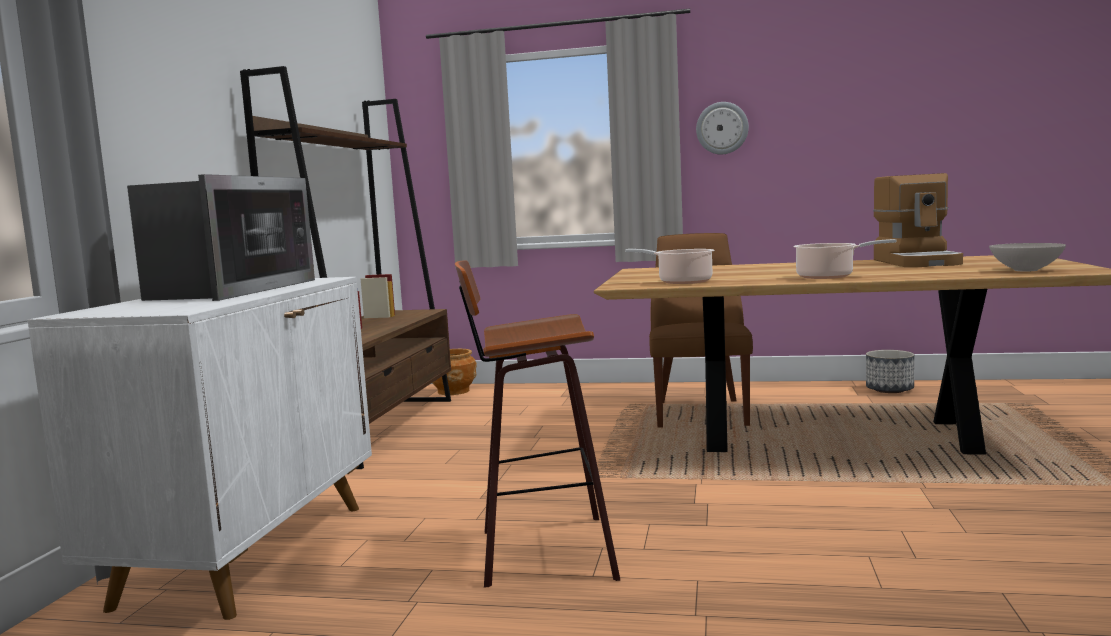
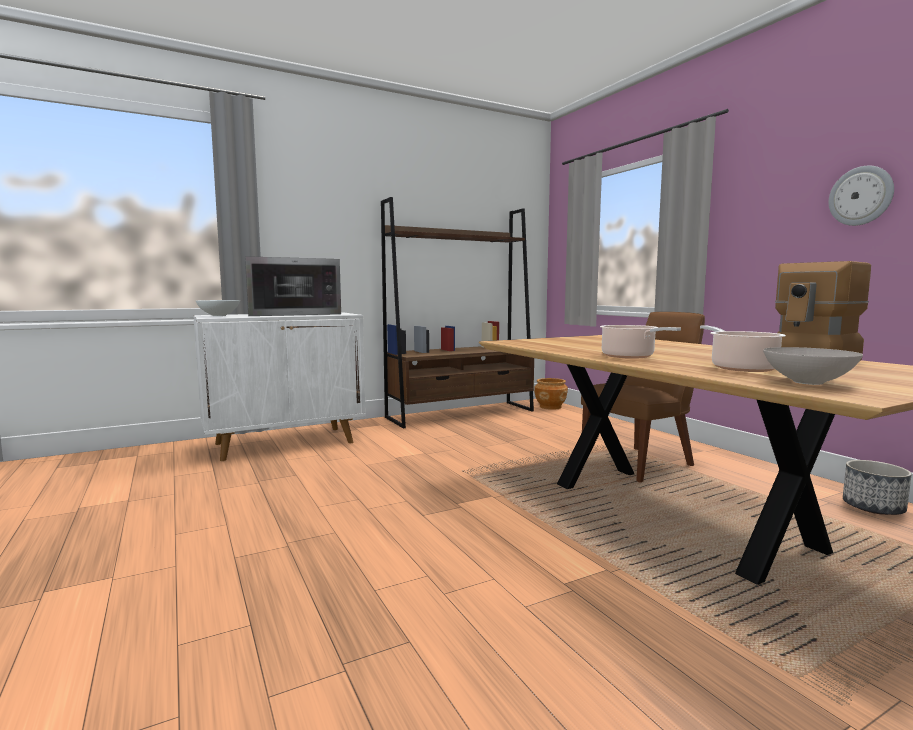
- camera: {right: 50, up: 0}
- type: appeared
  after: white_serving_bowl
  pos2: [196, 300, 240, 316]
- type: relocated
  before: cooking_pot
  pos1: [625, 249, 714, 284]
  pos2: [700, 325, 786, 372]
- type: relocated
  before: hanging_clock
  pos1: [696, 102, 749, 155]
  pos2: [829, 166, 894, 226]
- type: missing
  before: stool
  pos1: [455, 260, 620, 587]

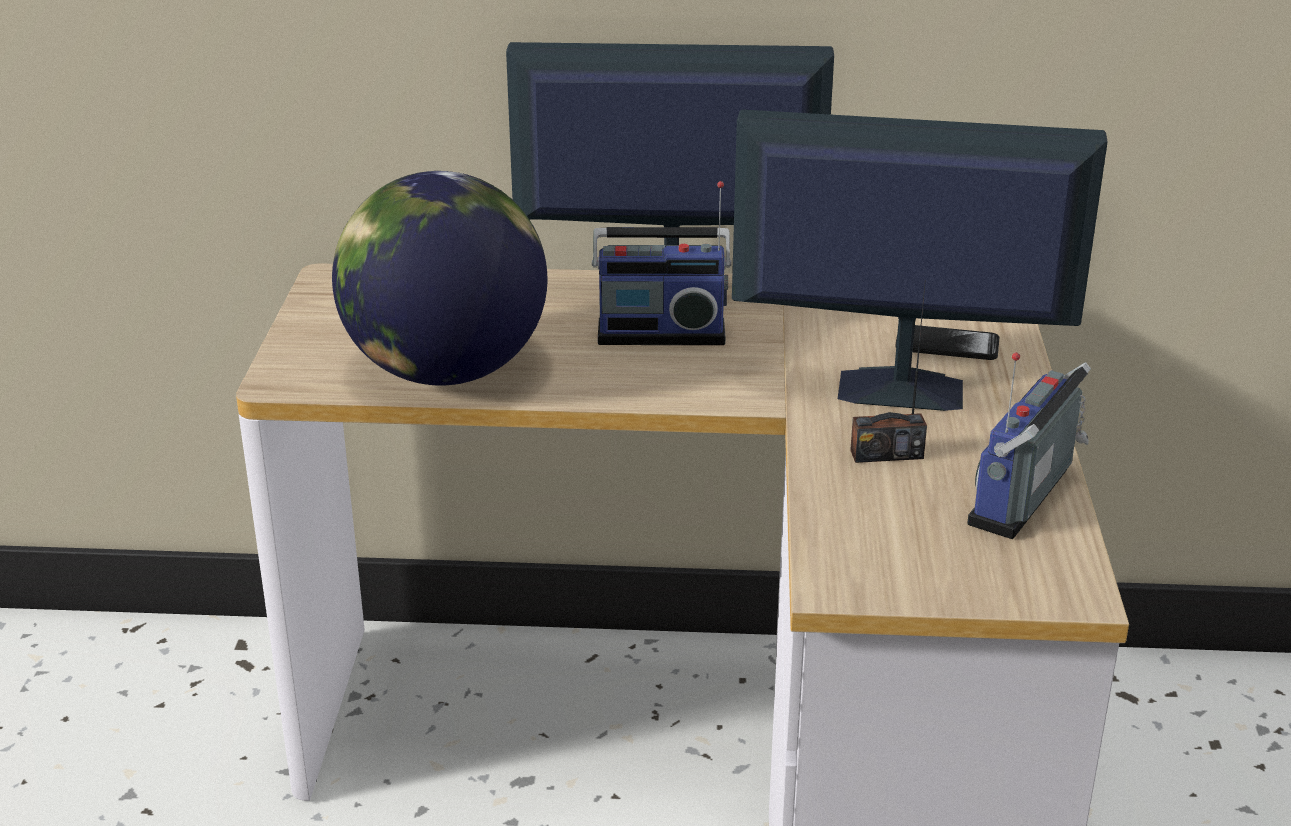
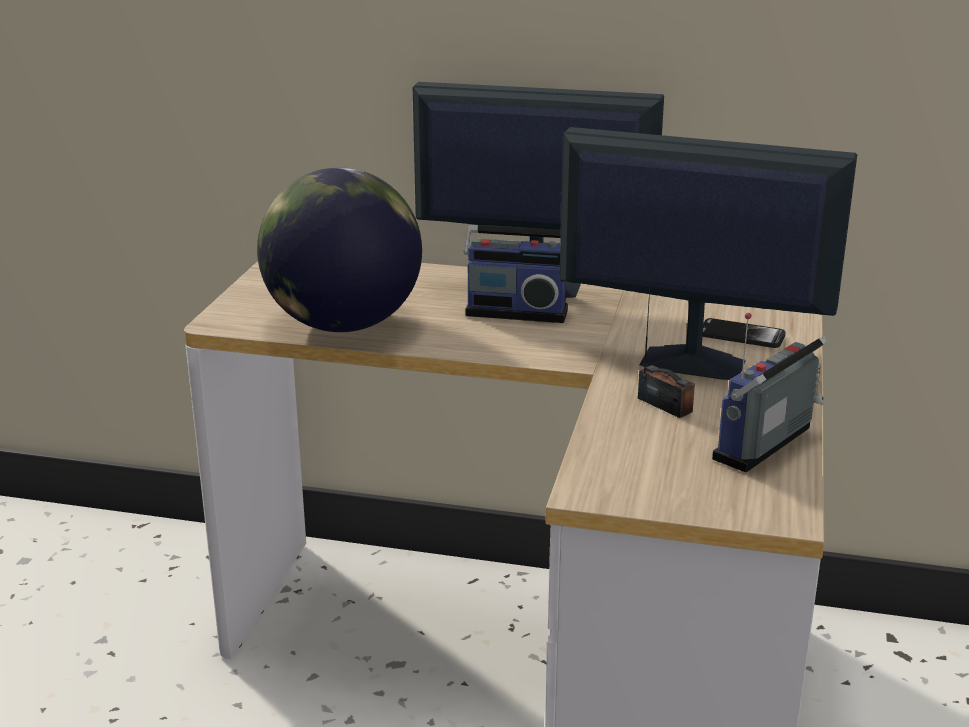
- camera: {right: 10, up: -5}
- type: spun
  before: radio_set
  pos1: [850, 285, 927, 463]
  pos2: [638, 260, 695, 418]
  turn: -135

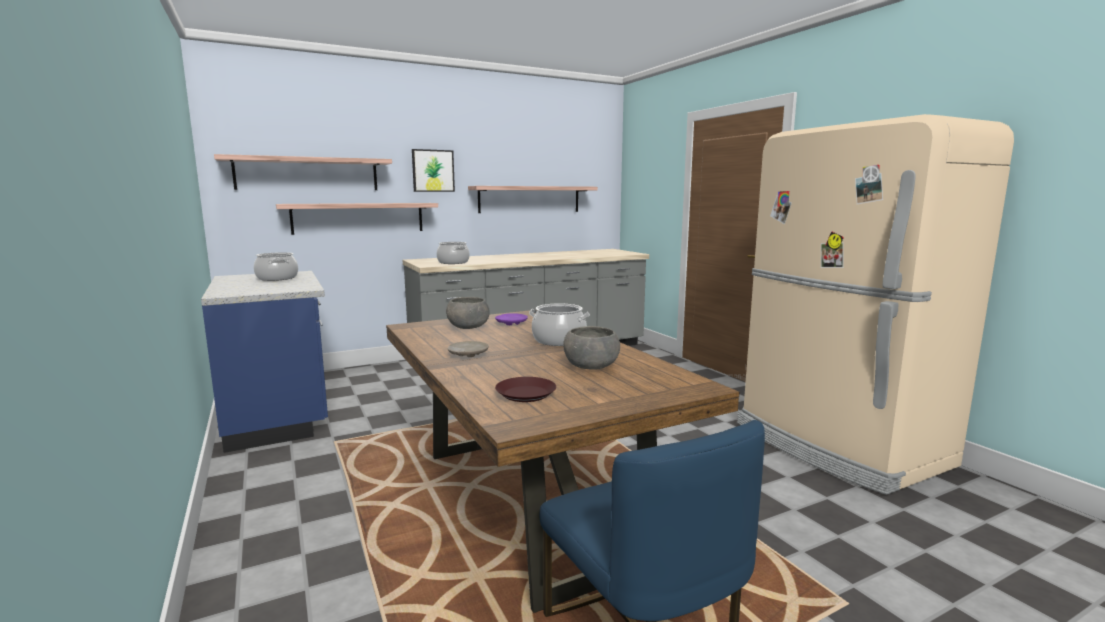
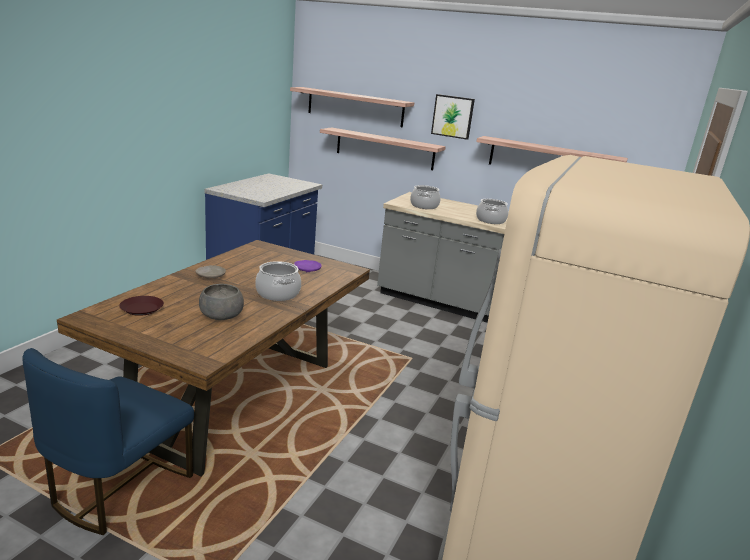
- camera: {right: 50, up: 10}
- type: relocated
  before: cooking_pot
  pos1: [254, 252, 298, 281]
  pos2: [476, 199, 508, 224]
- type: missing
  before: grey_serving_bowl
  pos1: [446, 297, 490, 329]

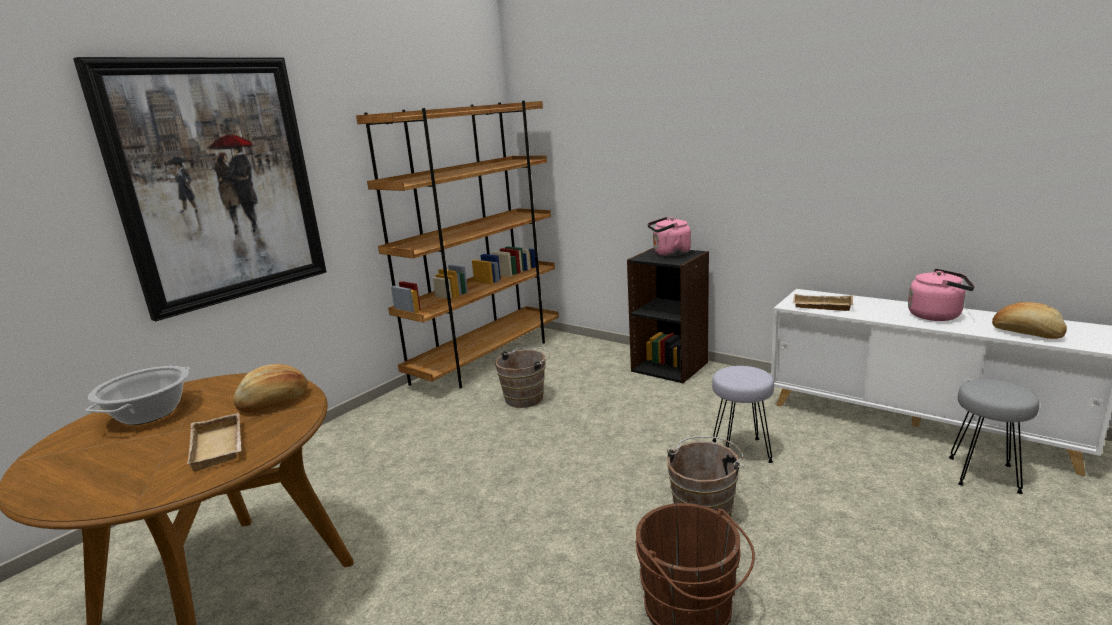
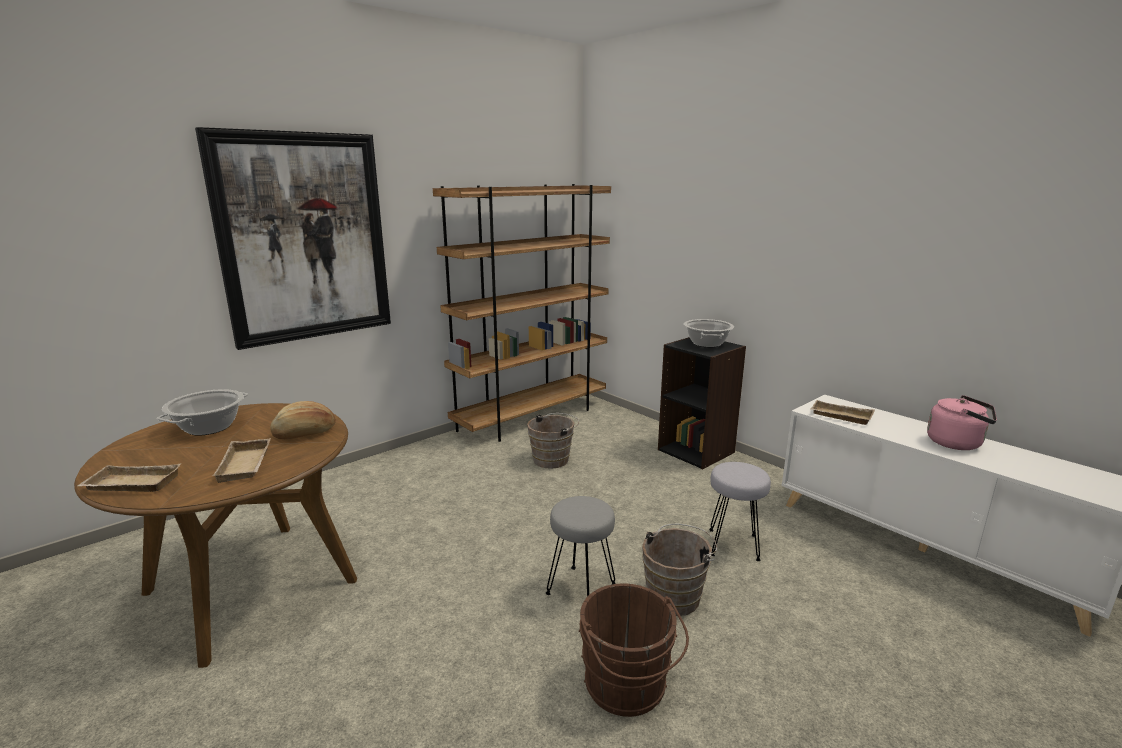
- camera: {right: 10, up: 0}
- type: appeared
  after: sand-coloured_tray
  pos2: [78, 464, 181, 492]
- type: relocated
  before: grey_stool
  pos1: [949, 379, 1039, 494]
  pos2: [546, 496, 616, 597]
- type: exchanged
  before: pink_kettle
  after: cooking_pot
  pos1: [647, 217, 691, 256]
  pos2: [684, 319, 734, 347]
- type: missing
  before: baked_bread
  pos1: [992, 302, 1067, 339]

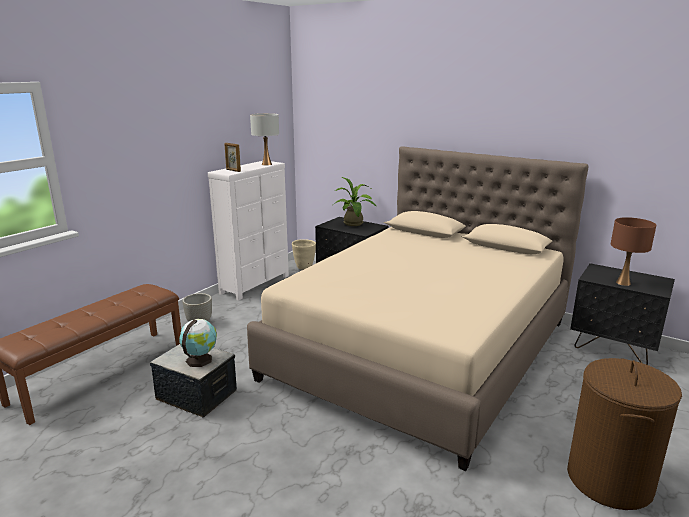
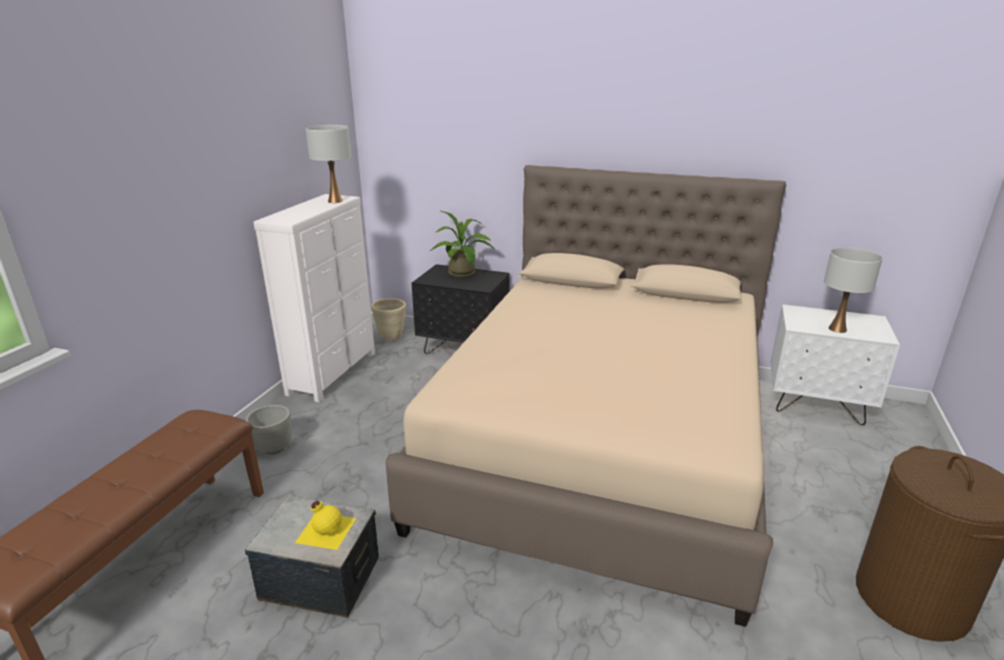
- camera: {right: -15, up: 5}
- type: exchanged
  before: globe
  after: yellowish_beverage_bottle
  pos1: [179, 319, 217, 367]
  pos2: [295, 501, 356, 550]
- type: colour
  before: black-coloured_night_table
  after: white_night_table
  pos1: [570, 263, 675, 365]
  pos2: [771, 304, 900, 425]
- type: colour
  before: brownish_table_lamp
  after: white_table_lamp
  pos1: [611, 217, 656, 286]
  pos2: [824, 248, 883, 333]
- type: missing
  before: standing_frame
  pos1: [224, 143, 241, 172]

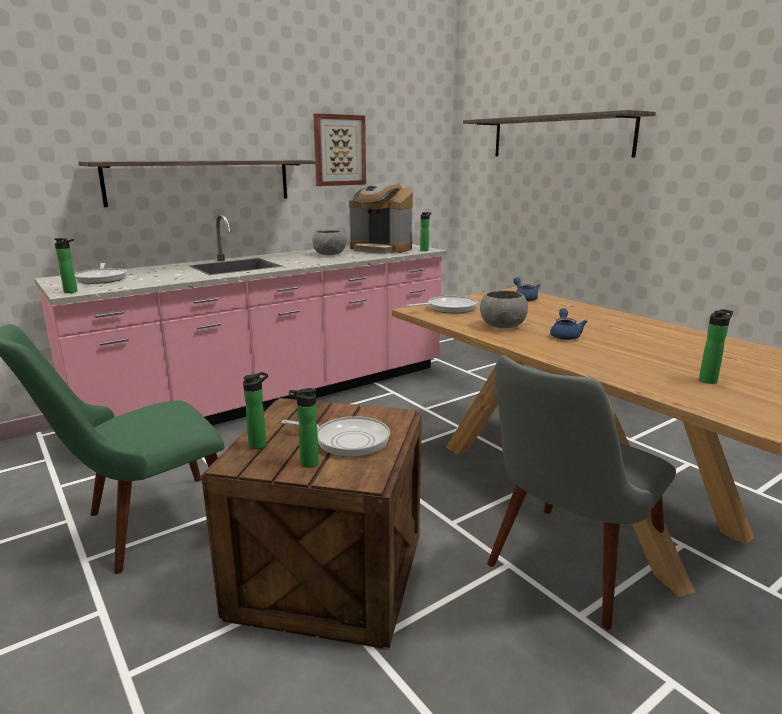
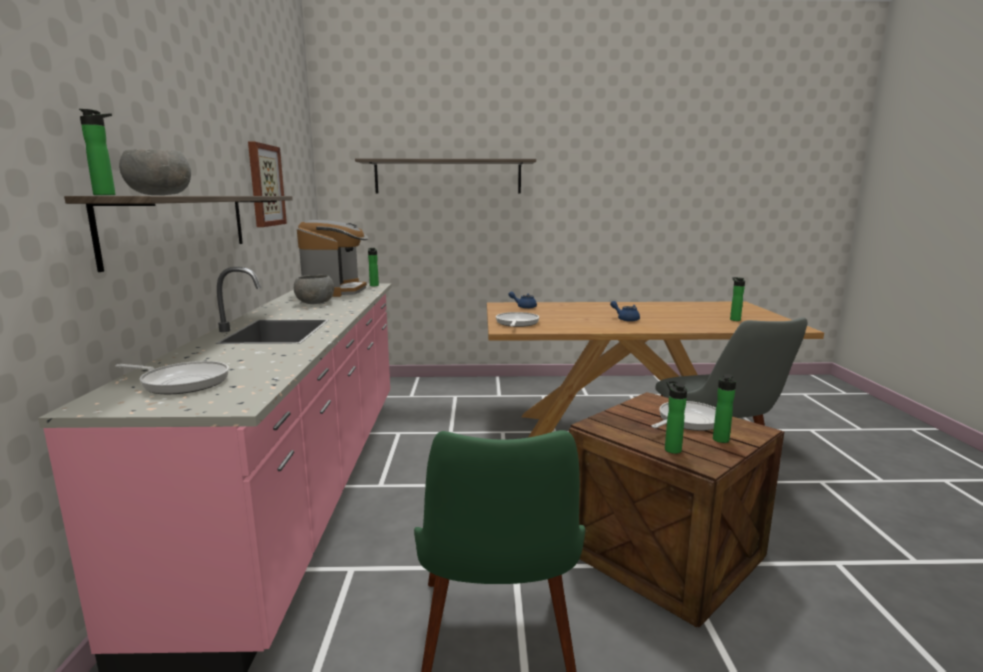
- camera: {right: -55, up: -5}
- type: relocated
  before: beverage_bottle
  pos1: [54, 238, 77, 293]
  pos2: [79, 109, 115, 195]
- type: relocated
  before: grey_serving_bowl
  pos1: [480, 291, 528, 328]
  pos2: [119, 149, 191, 195]
- type: spun
  before: coffee_brewer
  pos1: [349, 182, 413, 254]
  pos2: [297, 220, 369, 297]
  turn: -60

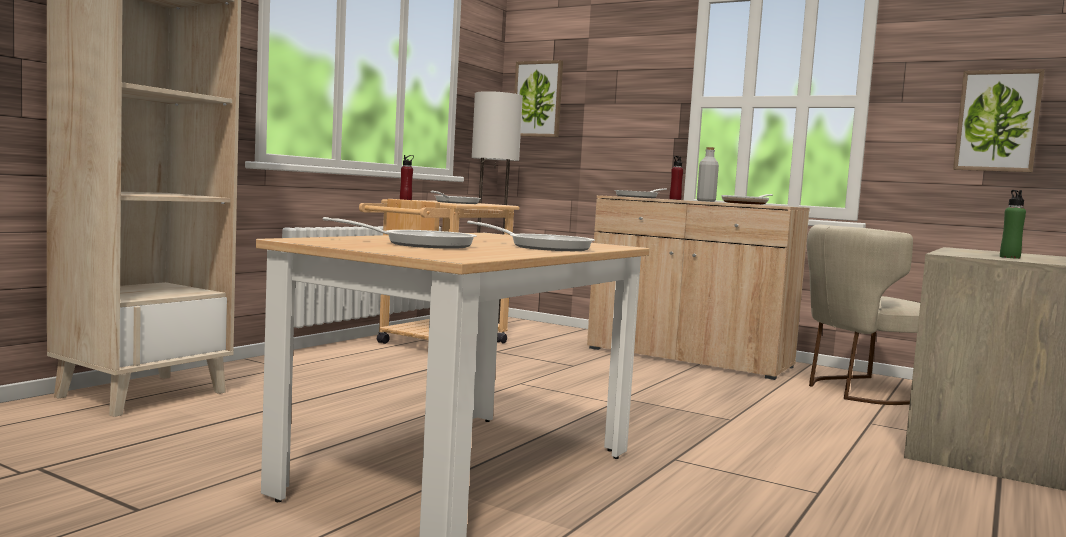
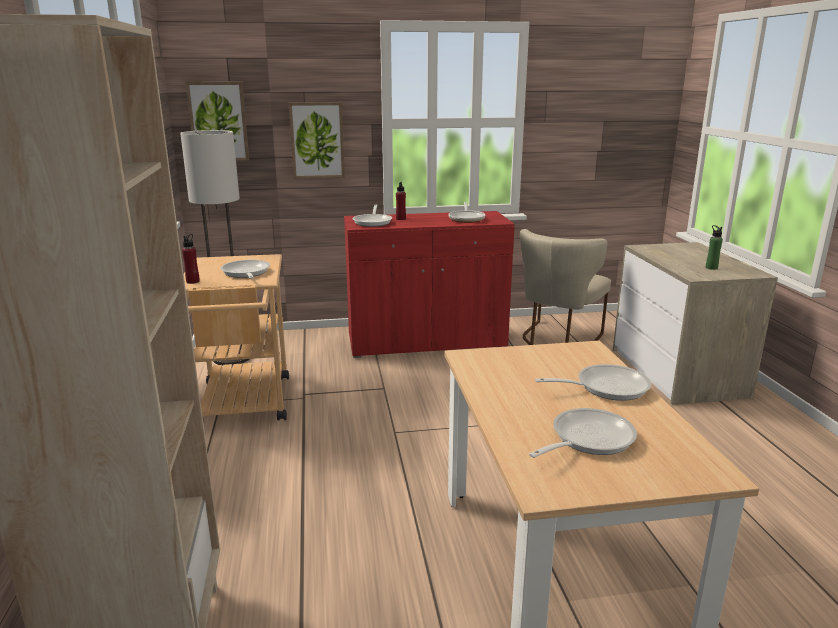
- camera: {right: -40, up: 15}
- type: relocated
  before: picture
  pos1: [953, 69, 1045, 173]
  pos2: [289, 102, 345, 179]
- type: colour
  before: sand-coloured_cupboard
  after: red_cupboard
  pos1: [587, 195, 810, 380]
  pos2: [344, 211, 515, 358]
- type: missing
  before: grey_beverage_bottle
  pos1: [697, 147, 719, 202]

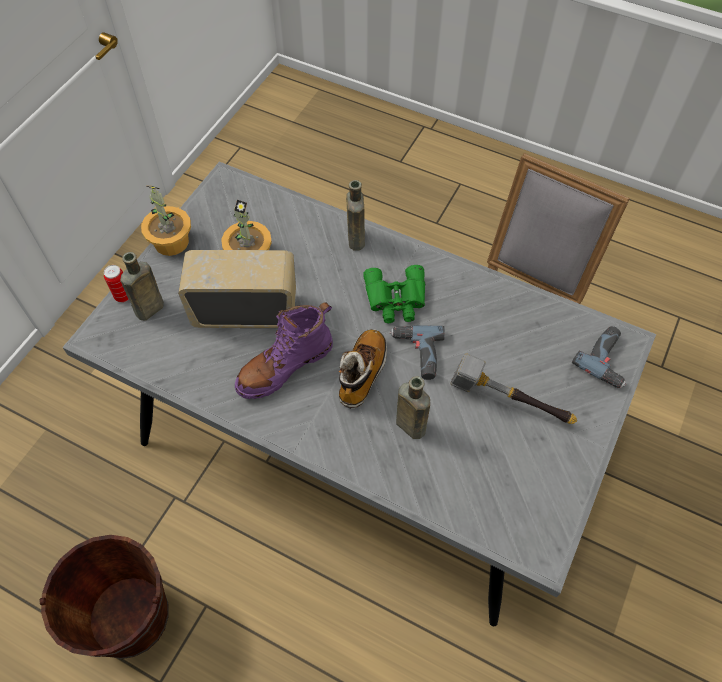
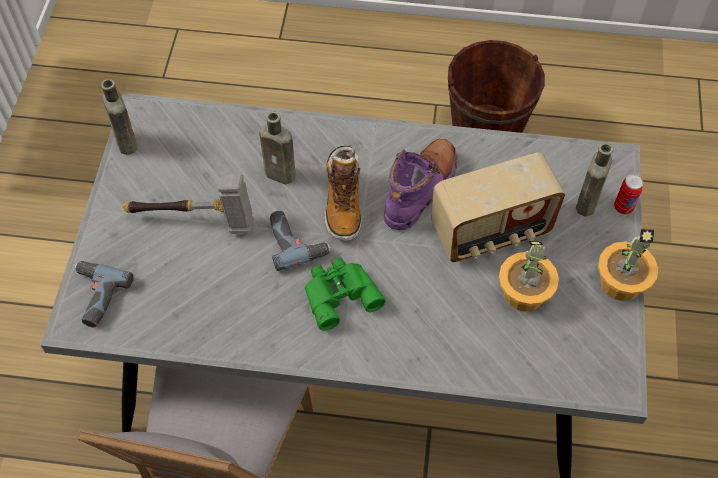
- camera: {right: 160, up: 0}
- type: relocated
  before: brownish_beverage_bottle
  pos1: [346, 180, 365, 250]
  pos2: [101, 79, 138, 155]

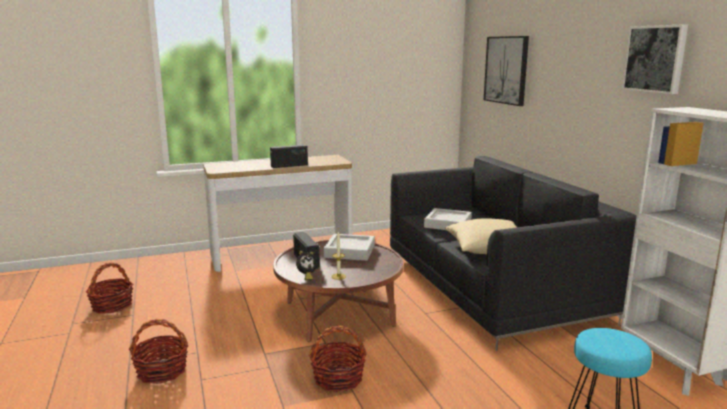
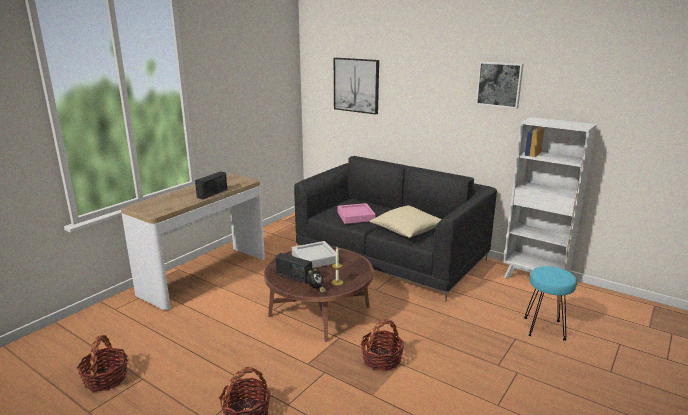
- camera: {right: -35, up: 5}
- type: colour
  before: grey_tray
  after: pink_tray
  pos1: [424, 208, 472, 230]
  pos2: [337, 203, 376, 224]

